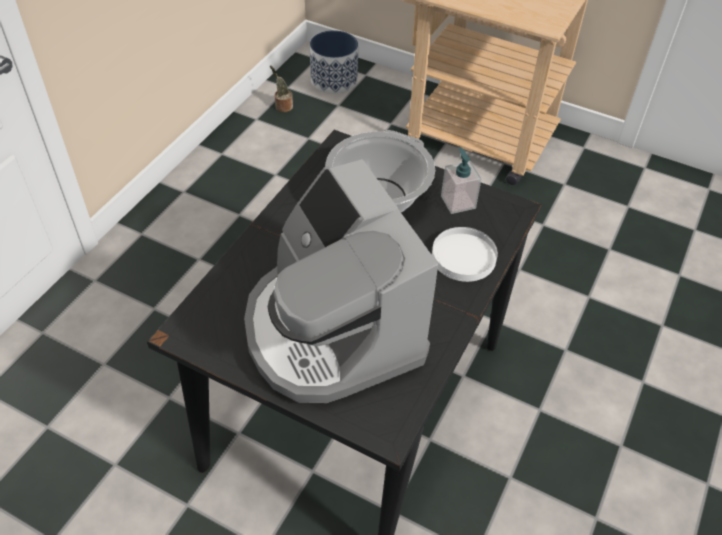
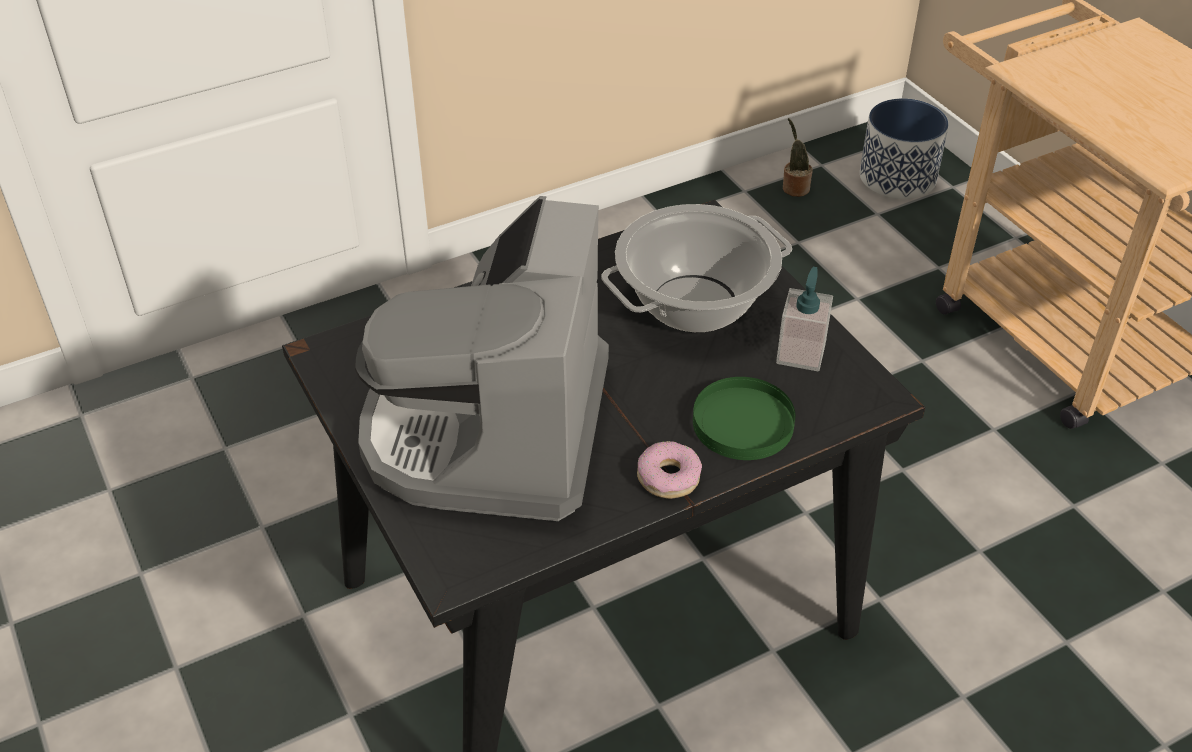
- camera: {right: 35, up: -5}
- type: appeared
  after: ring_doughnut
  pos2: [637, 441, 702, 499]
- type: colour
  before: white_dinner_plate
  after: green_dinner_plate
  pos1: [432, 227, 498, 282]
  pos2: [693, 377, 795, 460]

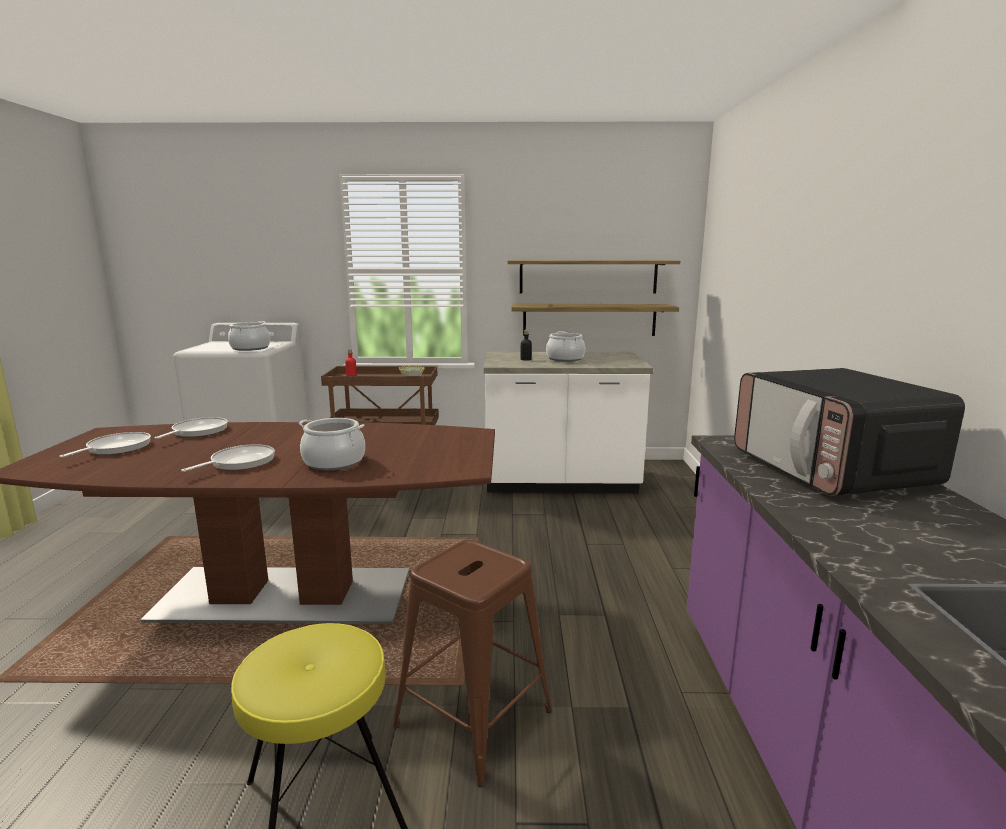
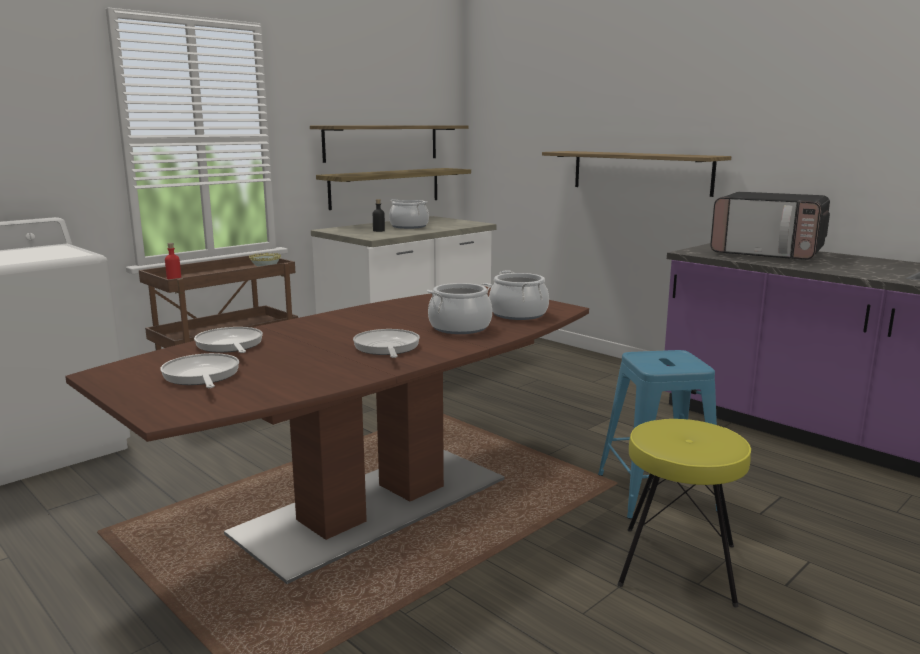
- camera: {right: -45, up: 0}
- type: relocated
  before: cooking_pot
  pos1: [228, 321, 270, 351]
  pos2: [489, 270, 549, 320]
- type: appeared
  after: wall_shelf
  pos2: [542, 151, 731, 197]
- type: colour
  before: brownish_stool
  after: bluish_stool
  pos1: [393, 540, 552, 787]
  pos2: [598, 350, 717, 519]

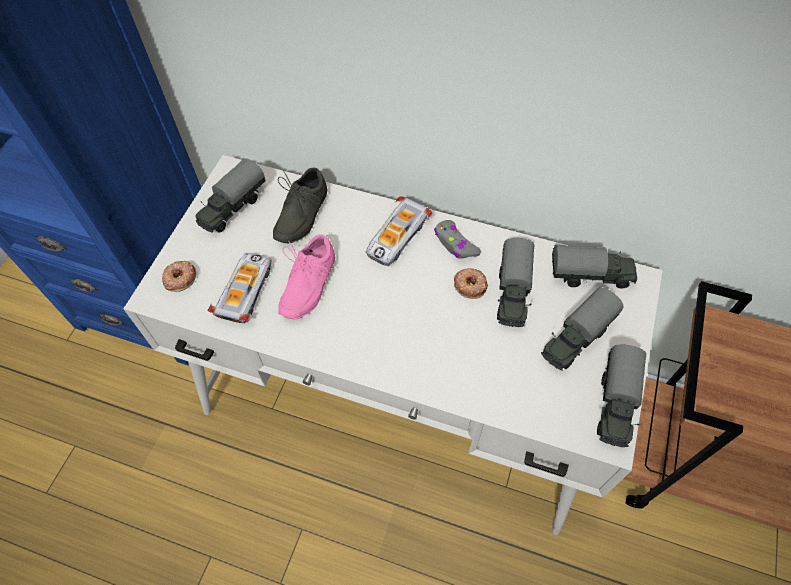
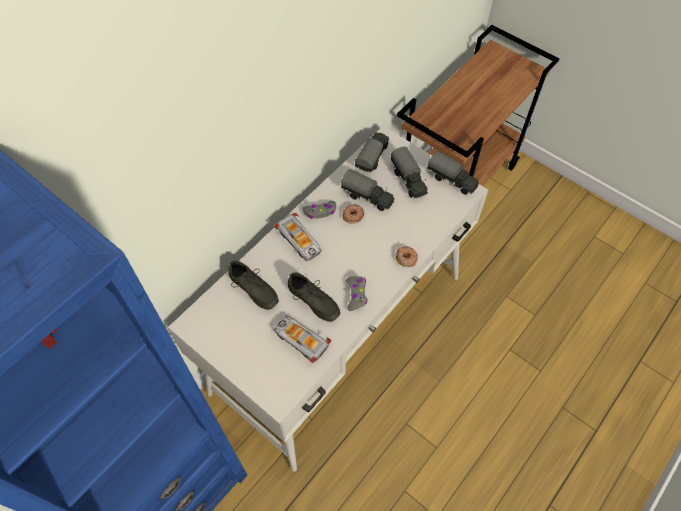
- camera: {right: -70, up: 0}
- type: colour
  before: pink_low_shoe
  after: grey_low_shoe
  pos1: [278, 235, 335, 319]
  pos2: [288, 272, 341, 322]
- type: appeared
  after: grey_joypad
  pos2: [346, 276, 368, 311]
- type: relocated
  before: ring_doughnut
  pos1: [162, 261, 196, 292]
  pos2: [396, 246, 418, 267]
- type: missing
  before: toy_truck
  pos1: [196, 158, 265, 233]

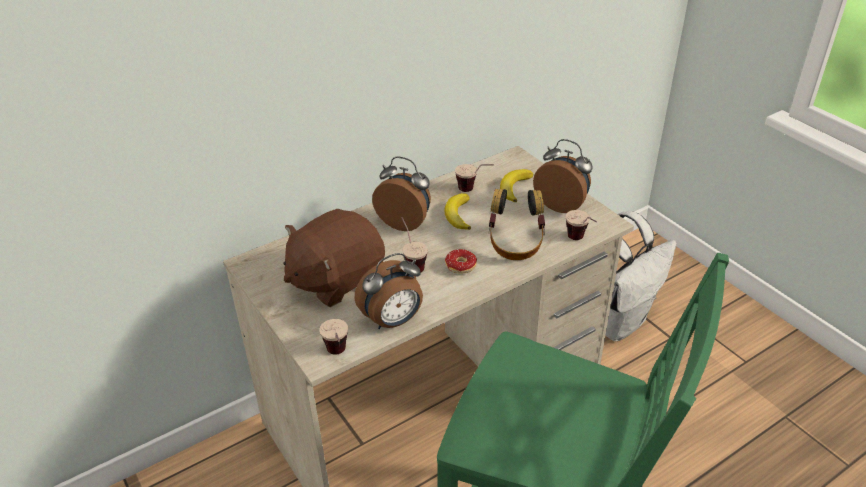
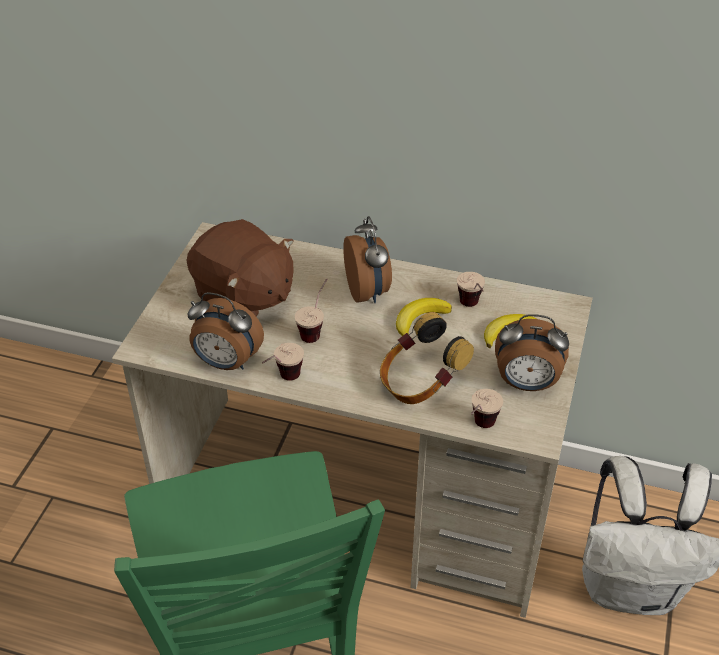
- camera: {right: 50, up: 5}
- type: spun
  before: brownish_cuddly_toy
  pos1: [283, 209, 385, 307]
  pos2: [187, 219, 294, 317]
  turn: -150
- type: relocated
  before: cup
  pos1: [320, 319, 348, 355]
  pos2: [262, 343, 304, 381]
- type: spun
  before: alarm_clock
  pos1: [533, 139, 593, 213]
  pos2: [495, 314, 569, 391]
  turn: 105
- type: missing
  before: ring_doughnut
  pos1: [445, 249, 477, 274]

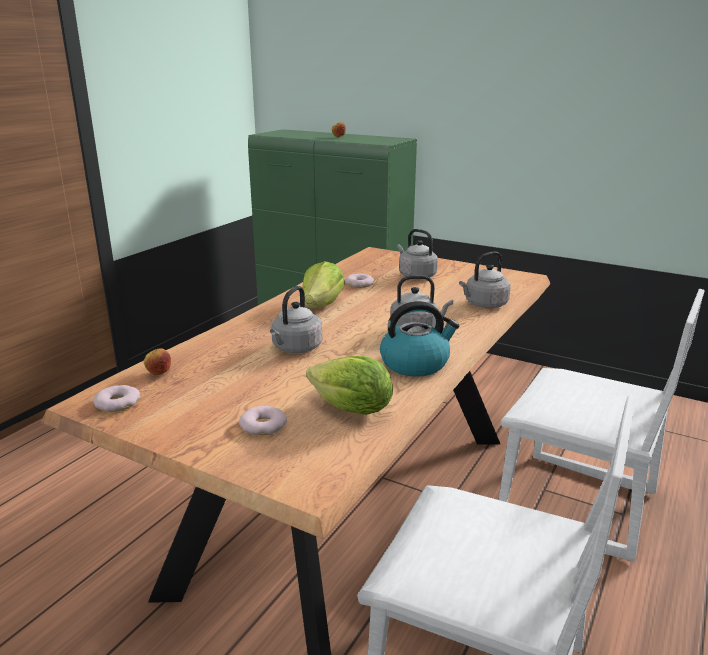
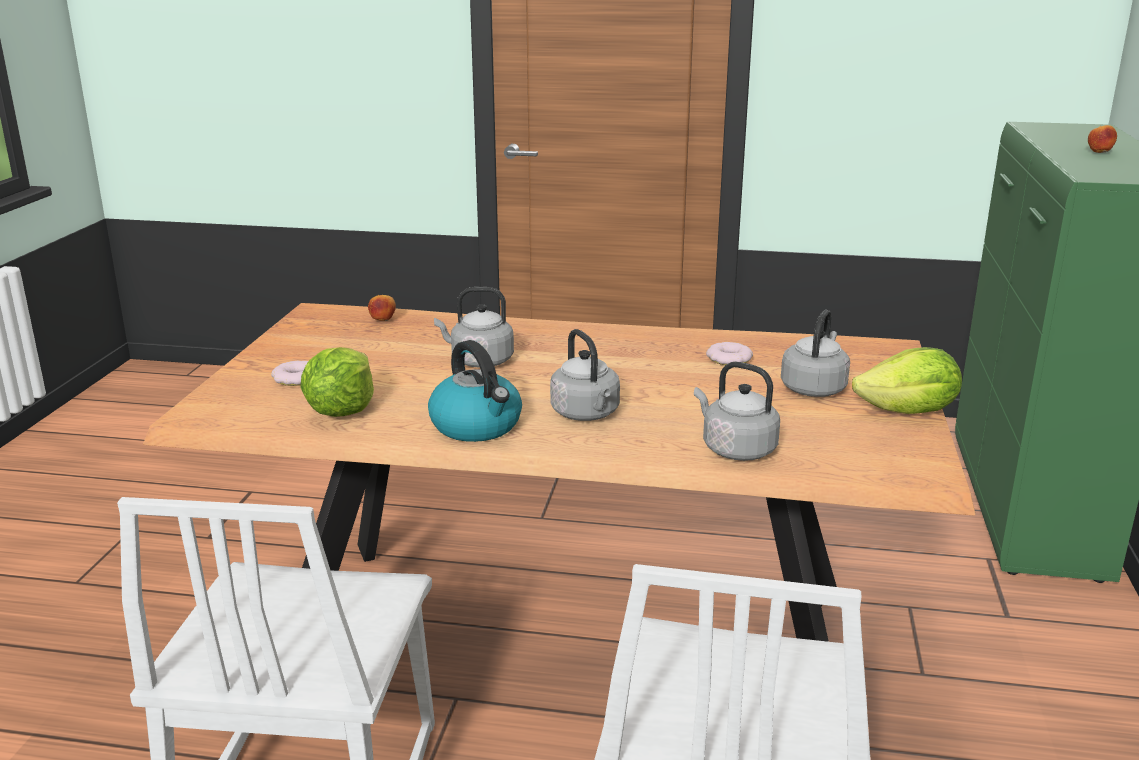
- camera: {right: 70, up: 0}
- type: relocated
  before: lettuce_head
  pos1: [303, 261, 345, 308]
  pos2: [852, 347, 962, 414]
- type: missing
  before: ring_doughnut
  pos1: [93, 385, 140, 412]

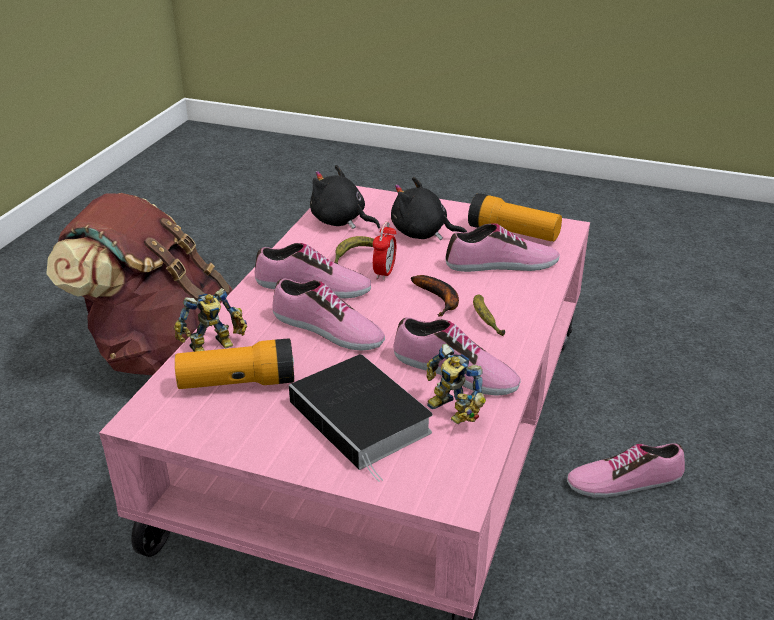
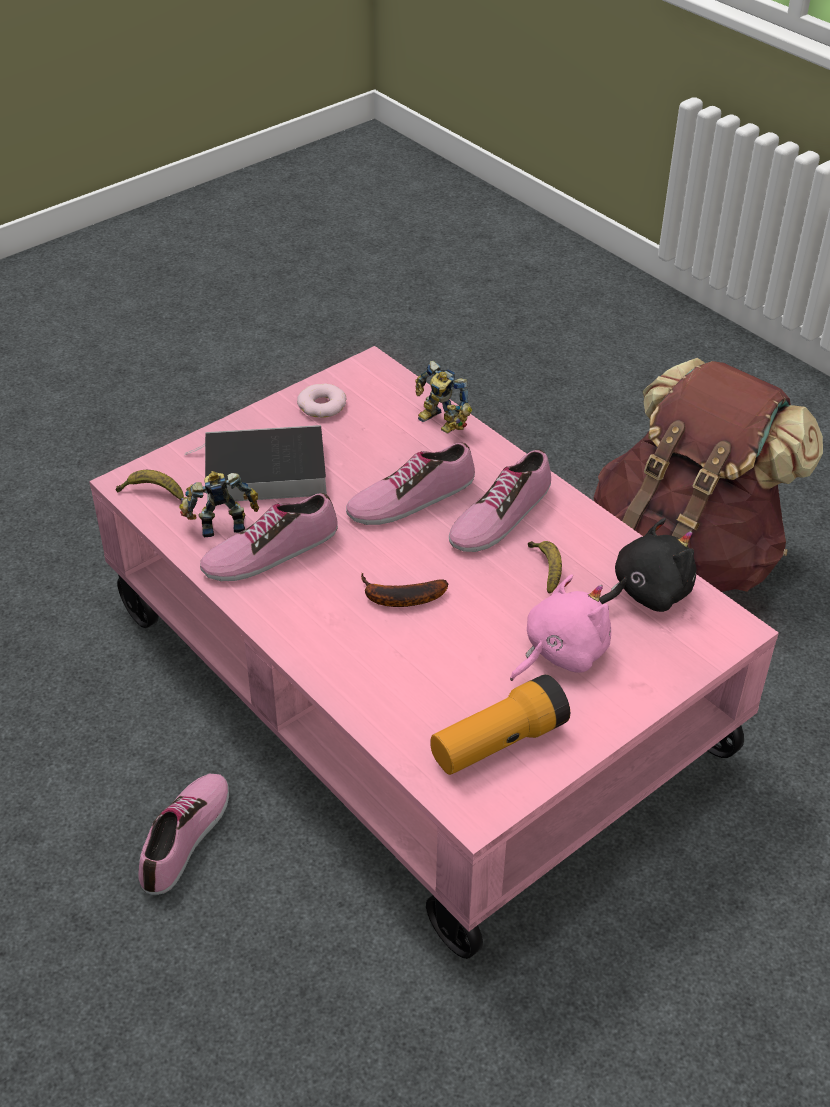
- camera: {right: 120, up: 10}
- type: relocated
  before: banana_fruit
  pos1: [473, 294, 505, 336]
  pos2: [116, 470, 184, 500]
- type: appeared
  after: ring_doughnut
  pos2: [297, 383, 346, 418]
- type: spun
  before: model_robot
  pos1: [174, 288, 247, 352]
  pos2: [415, 361, 472, 433]
  turn: -45
- type: colour
  before: black-coloured_cuddly_toy
  after: pink_cuddly_toy
  pos1: [391, 177, 467, 240]
  pos2: [510, 574, 611, 681]
- type: missing
  before: torch
  pos1: [175, 338, 294, 389]
- type: missing
  before: alarm_clock
  pos1: [373, 221, 397, 281]
- type: missing
  before: low_shoe
  pos1: [446, 223, 560, 272]

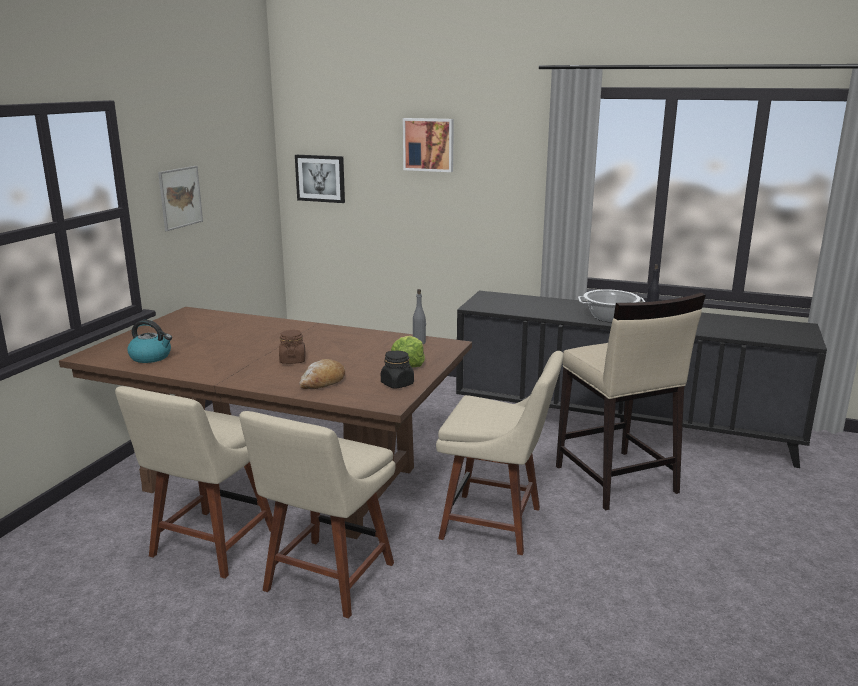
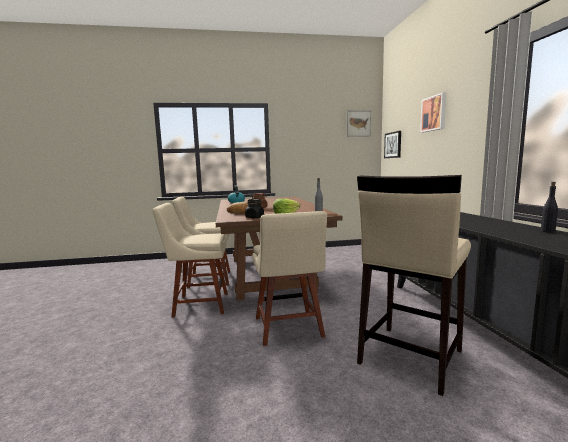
- camera: {right: 60, up: -10}
- type: relocated
  before: picture
  pos1: [158, 166, 203, 231]
  pos2: [347, 110, 371, 137]
- type: missing
  before: cooking_pot
  pos1: [578, 289, 645, 323]

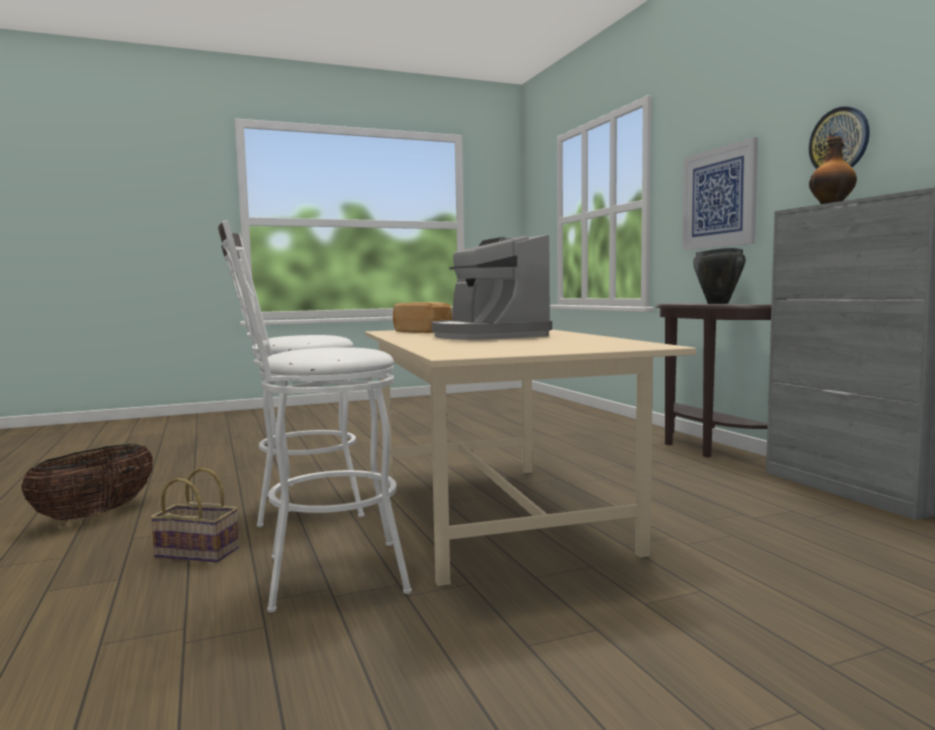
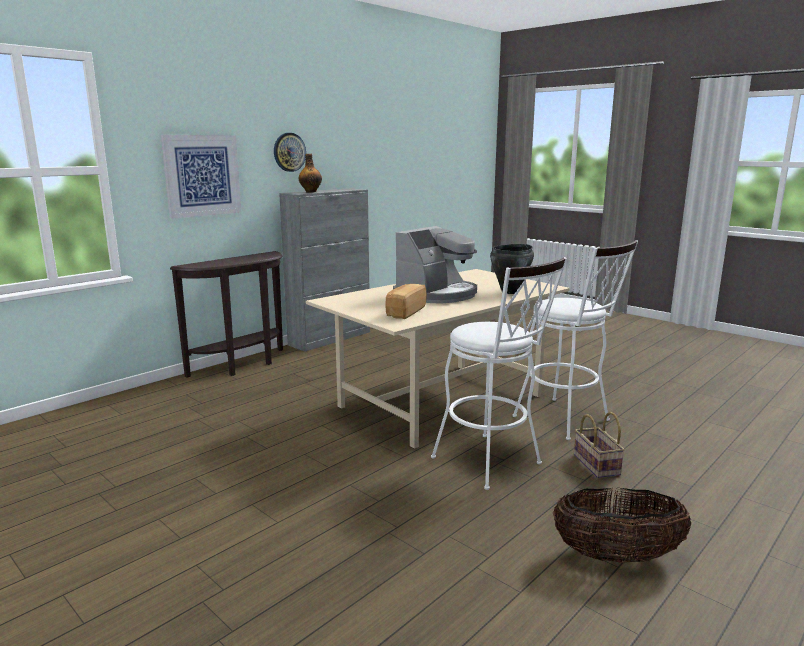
- camera: {right: -115, up: 10}
- type: relocated
  before: black-coloured_cooking_pot
  pos1: [693, 248, 746, 304]
  pos2: [490, 244, 534, 294]

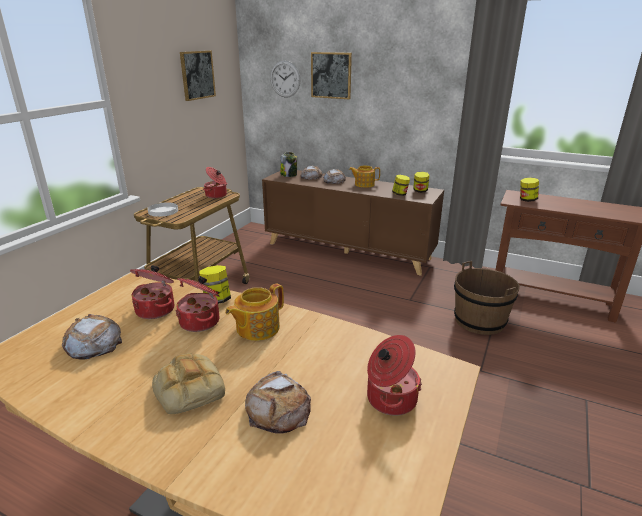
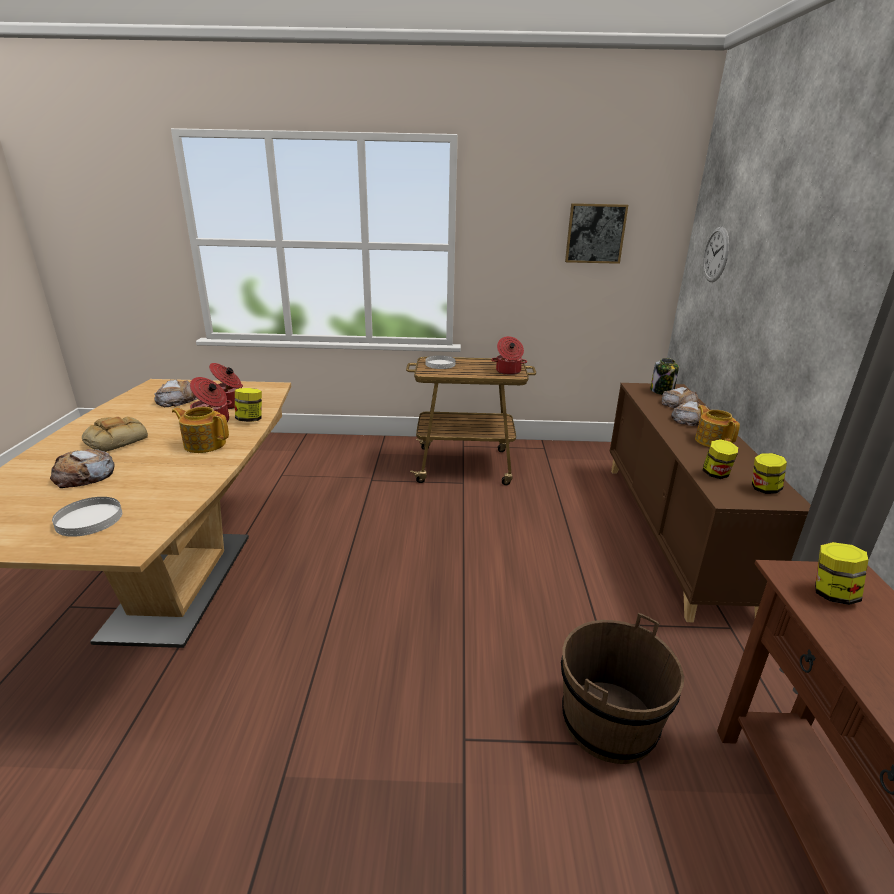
- camera: {right: 65, up: 0}
- type: exchanged
  before: cooking_pot
  after: white_dinner_plate
  pos1: [367, 335, 422, 416]
  pos2: [52, 497, 122, 537]
- type: missing
  before: picture
  pos1: [311, 52, 352, 99]

